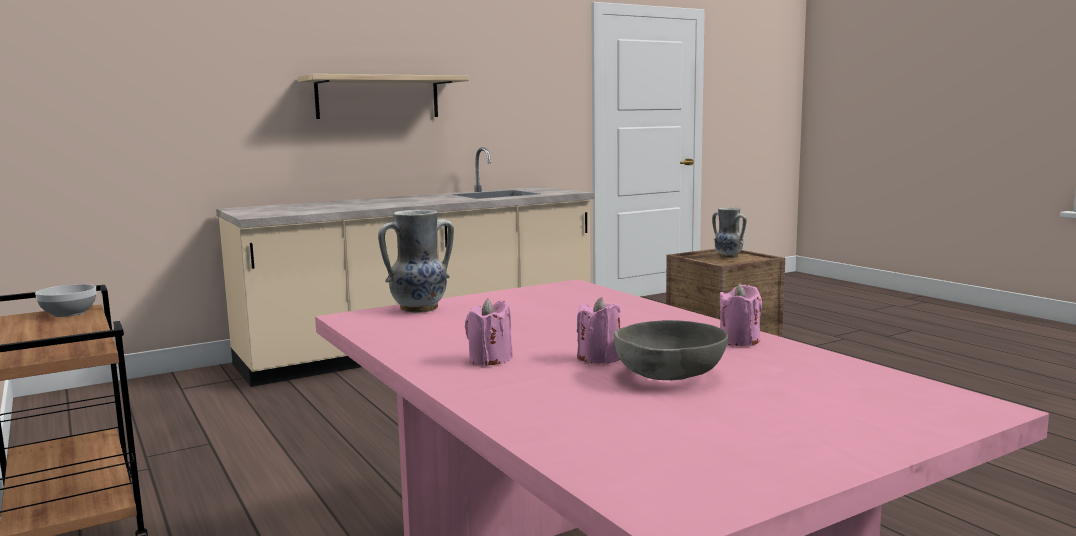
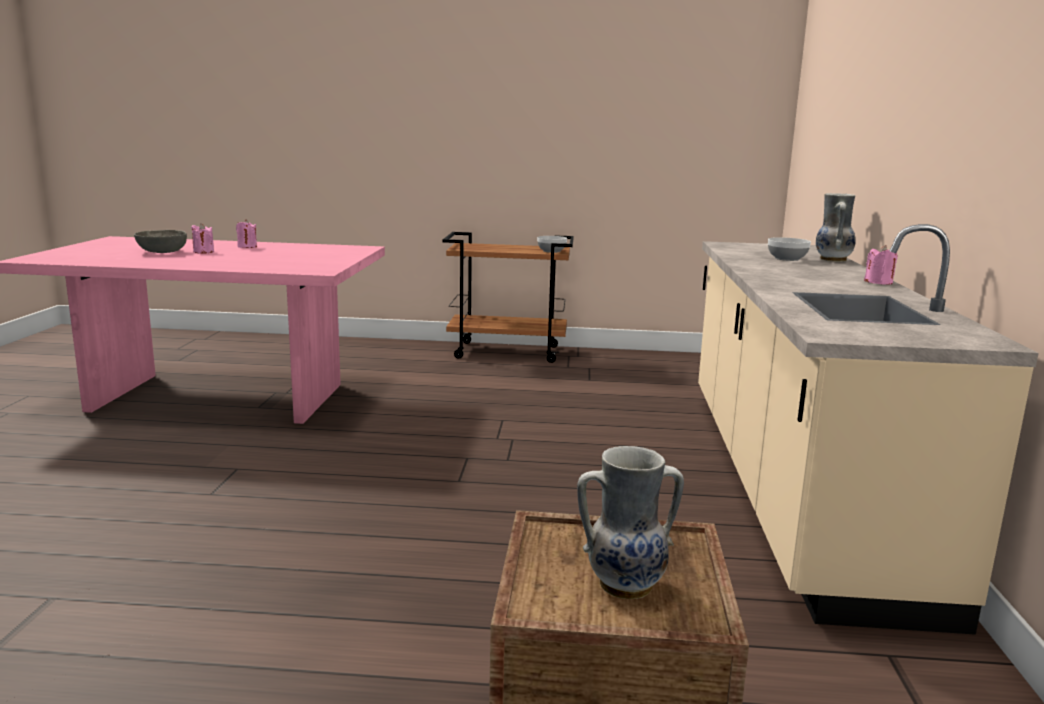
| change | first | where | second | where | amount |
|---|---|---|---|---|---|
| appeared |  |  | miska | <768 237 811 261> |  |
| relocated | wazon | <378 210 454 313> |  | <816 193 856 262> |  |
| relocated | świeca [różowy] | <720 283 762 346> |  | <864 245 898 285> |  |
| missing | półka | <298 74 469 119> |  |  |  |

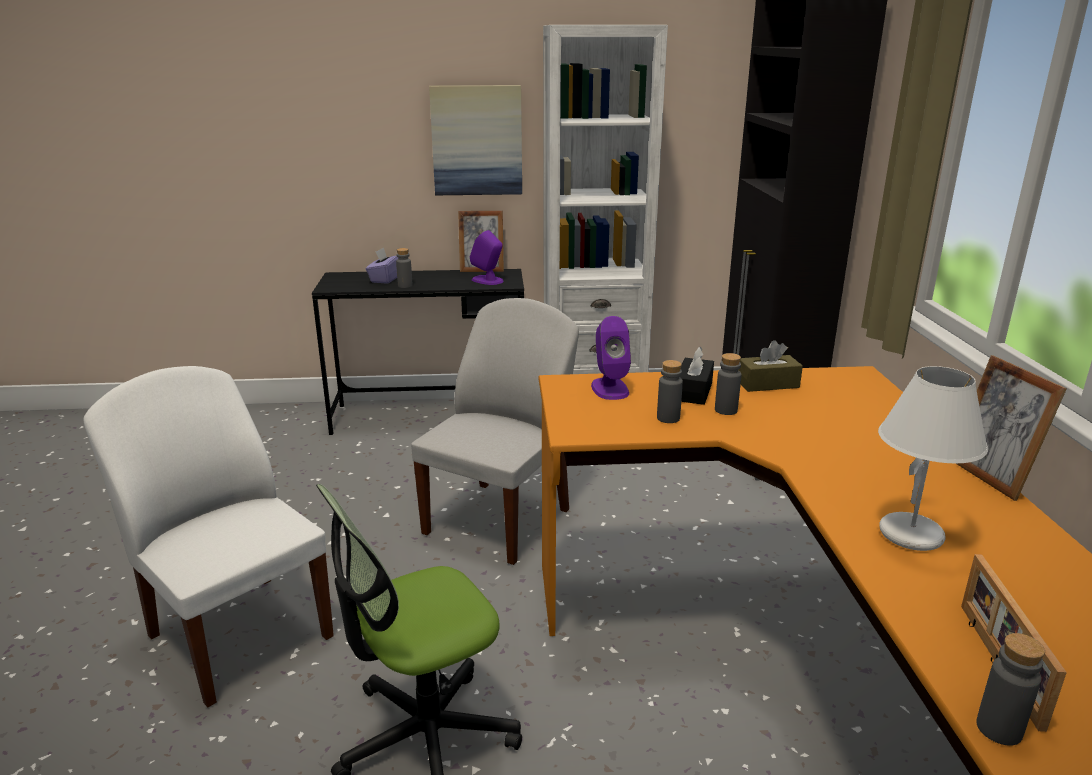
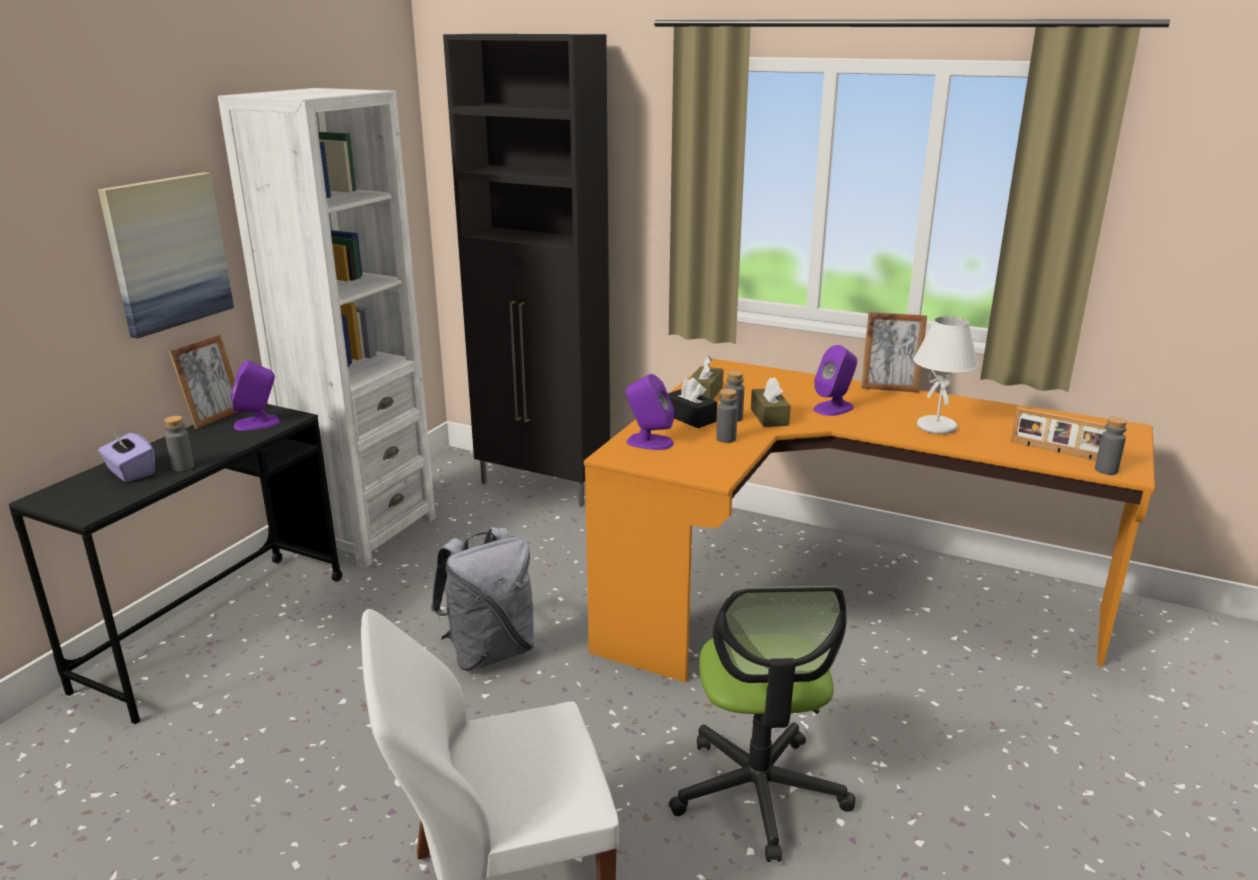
| change | first | where | second | where | amount |
|---|---|---|---|---|---|
| exchanged | krzesło [biały] | <411 298 579 565> | plecak [szary] | <431 527 534 671> |  |
| appeared |  |  | pudełko chusteczek [brązowy] | <751 377 791 427> |  |
| appeared |  |  | głośnik [fioletowy] | <813 345 857 416> |  |

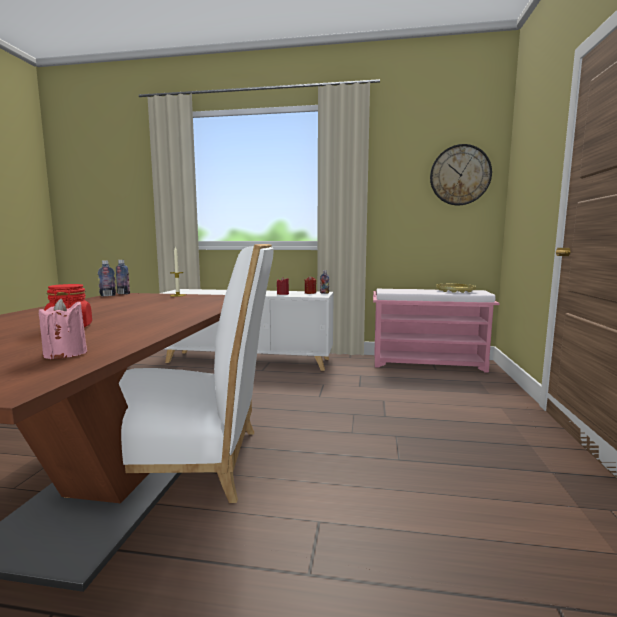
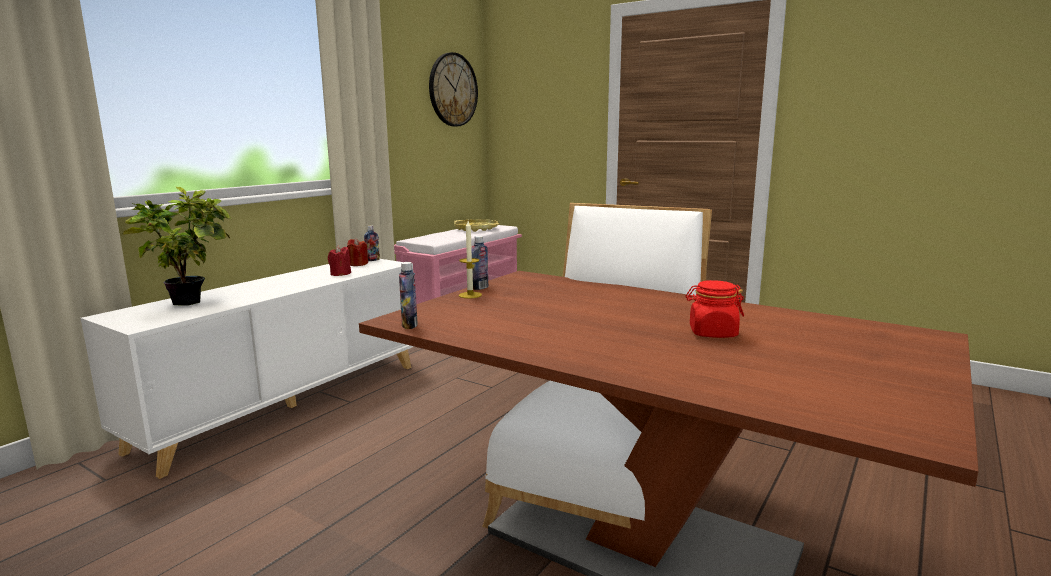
| change | first | where | second | where | amount |
|---|---|---|---|---|---|
| appeared |  |  | roślina doniczkowa | <122 187 231 306> |  |
| relocated | butelka | <116 260 130 294> |  | <471 236 488 290> |  |
| missing | świeca [różowy] | <39 299 87 359> |  |  |  |

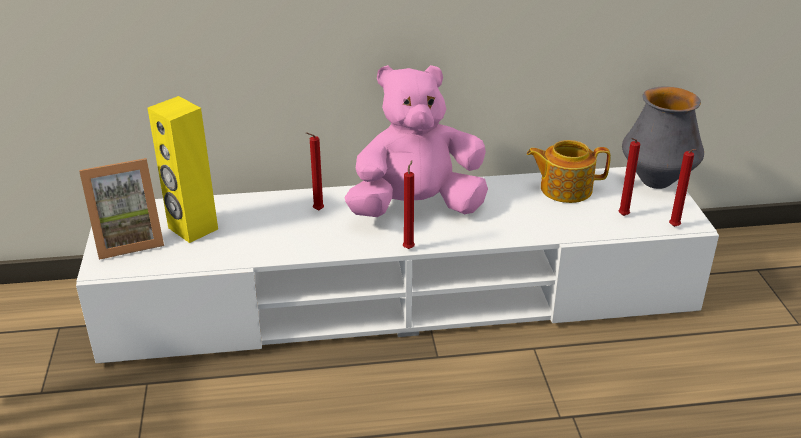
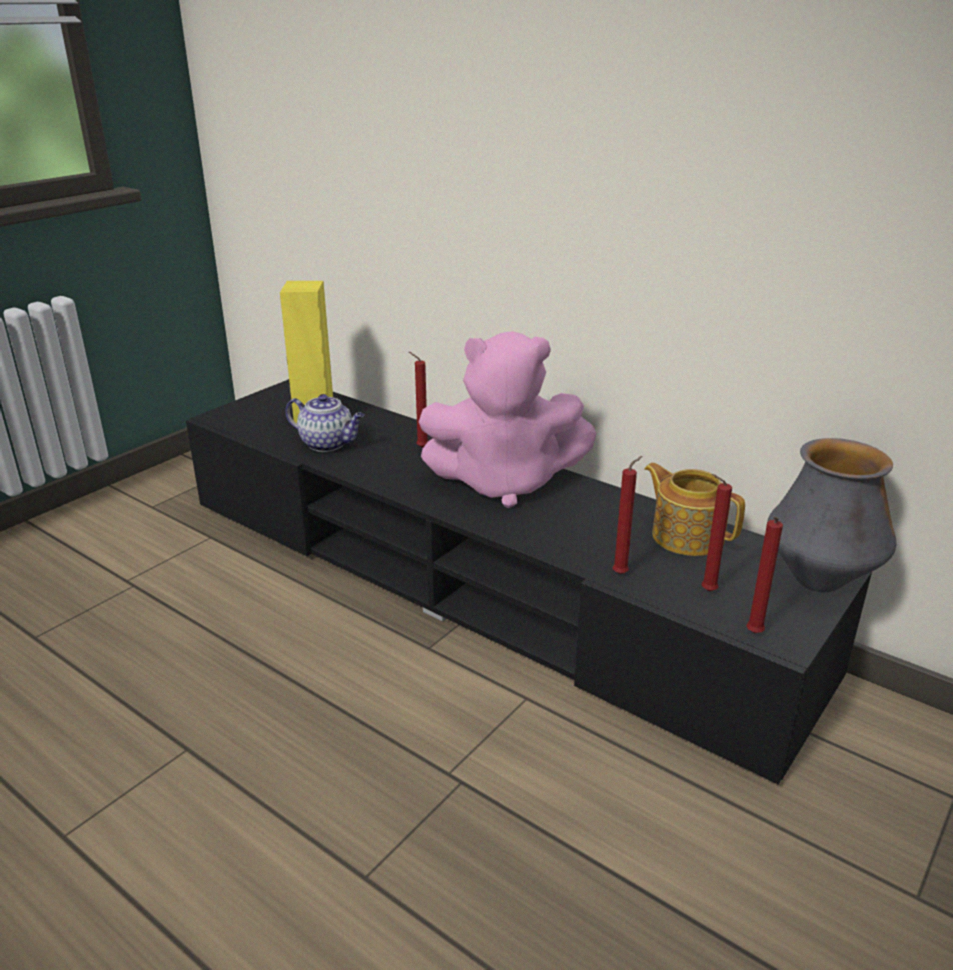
| change | first | where | second | where | amount |
|---|---|---|---|---|---|
| colour | szafka pod telewizor [biały] | <76 167 719 363> | szafka pod telewizor [czarny] | <186 379 872 784> |  |
| appeared |  |  | imbryk | <285 394 364 452> |  |
| spun | pluszak [różowy] | <345 65 488 217> |  | <419 331 597 508> | 150 degrees clockwise |
| relocated | świeca [czerwony] | <403 160 415 249> |  | <613 456 643 574> |  |
| missing | ramka na zdjęcie | <79 158 164 260> |  |  |  |

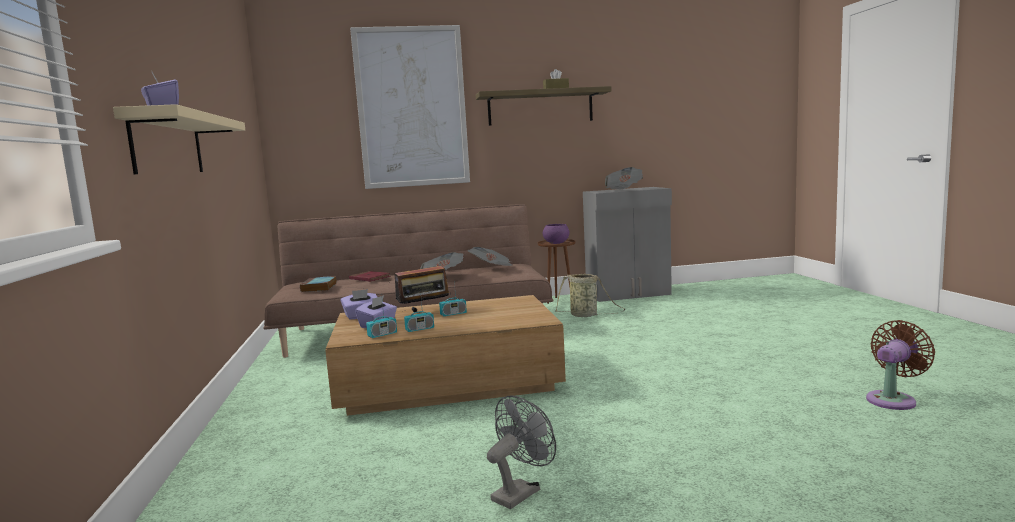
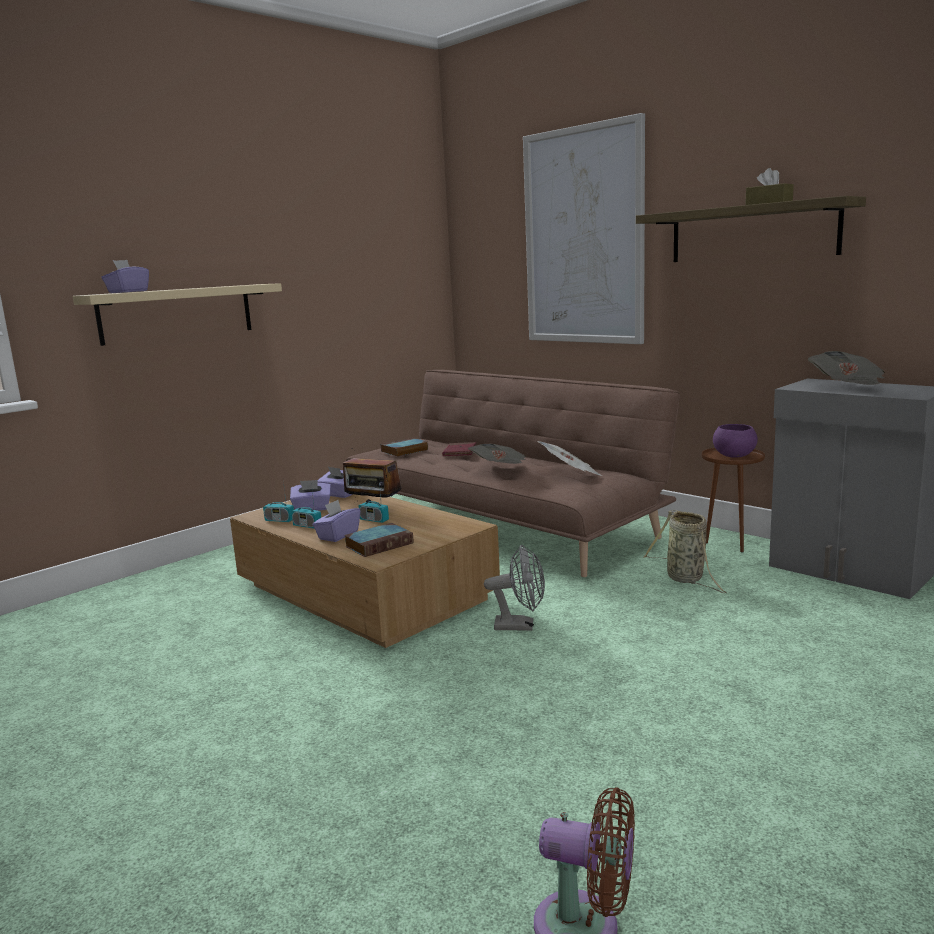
| change | first | where | second | where | amount |
|---|---|---|---|---|---|
| appeared |  |  | pudełko chusteczek [fioletowy] | <312 500 360 542> |  |
| appeared |  |  | książka | <344 523 413 557> |  |
| relocated | wentylator [szary] | <487 395 556 509> |  | <484 545 545 631> |  |

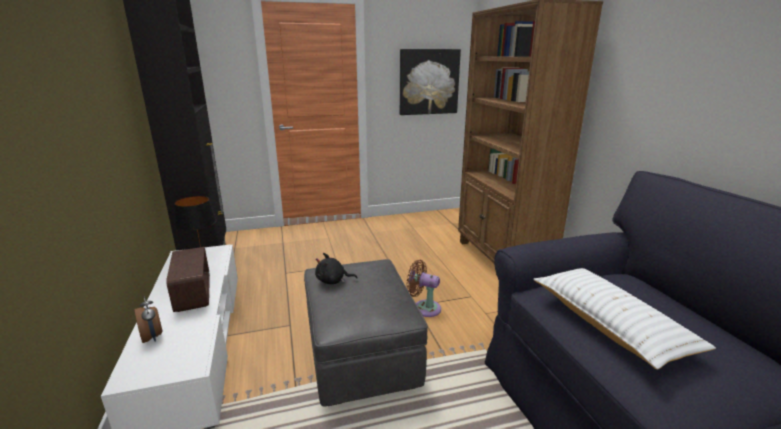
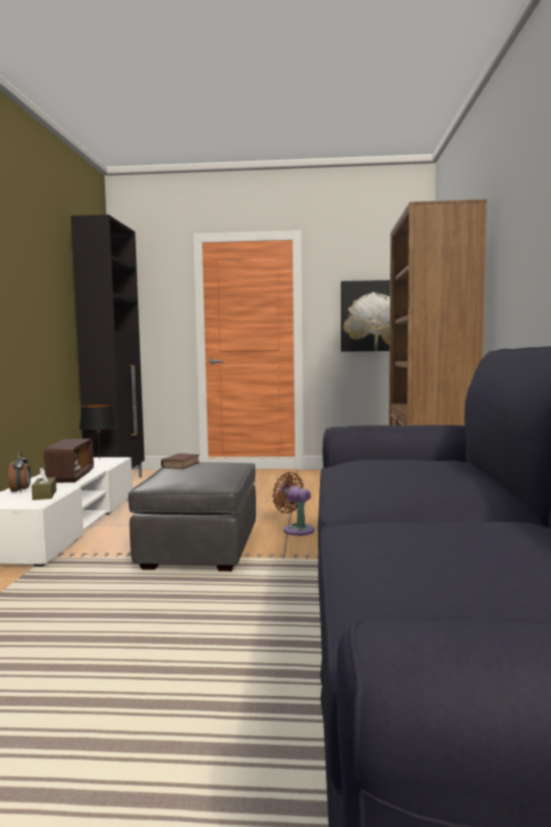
| change | first | where | second | where | amount |
|---|---|---|---|---|---|
| appeared |  |  | pudełko chusteczek [brązowy] | <32 468 57 500> |  |
| exchanged | pluszak [czarny] | <315 253 357 284> | książka | <161 453 200 469> |  |
| missing | poduszka [biały] | <533 268 716 370> |  |  |  |

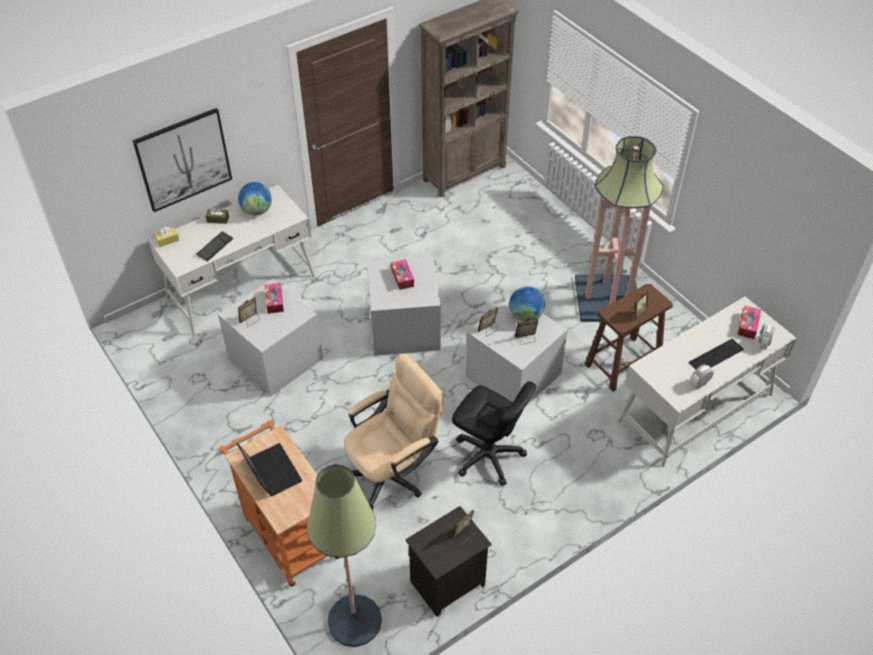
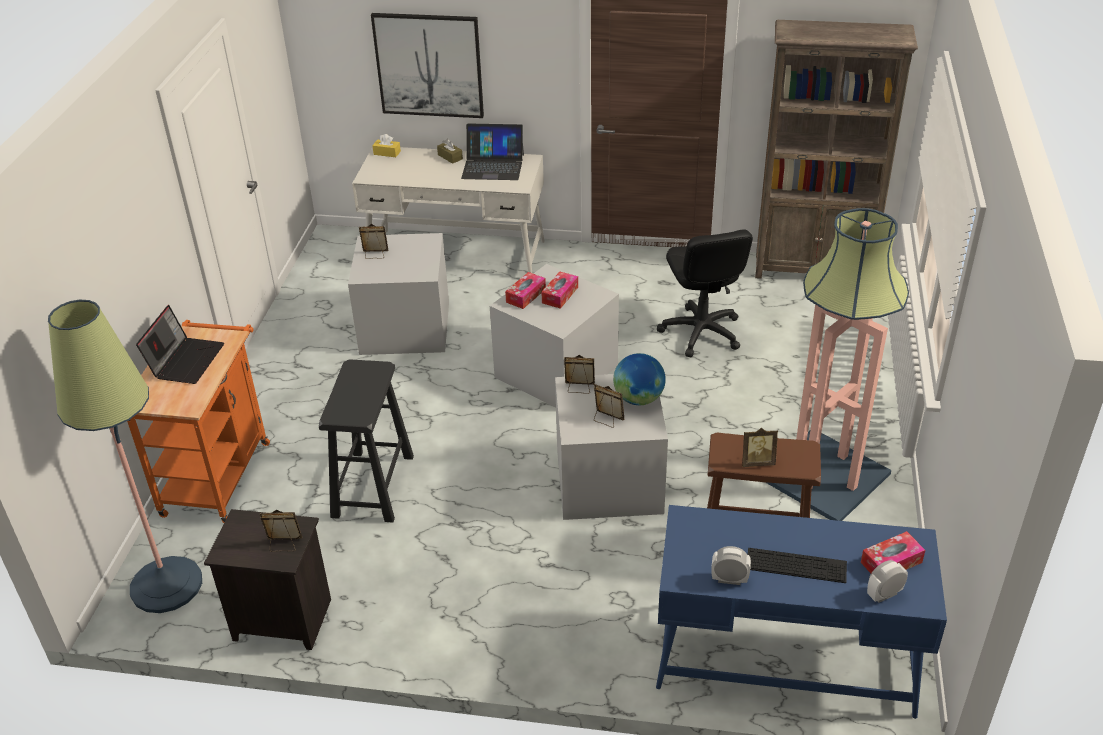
| change | first | where | second | where | amount |
|---|---|---|---|---|---|
| exchanged | krzesło biurowe [beżowy] | <344 354 443 511> | stołek [czarny] | <319 359 414 522> |  |
| exchanged | globus | <238 182 272 215> | laptop | <461 124 524 180> |  |
| relocated | pudełko chusteczek | <265 283 284 314> |  | <505 272 546 309> |  |
| colour | biurko [biały] | <617 297 797 467> | biurko [niebieski] | <656 505 947 719> |  |
| relocated | krzesło biurowe [czarny] | <452 381 536 486> |  | <657 229 753 357> |  |
| missing | klawiatura | <196 231 233 262> |  |  |  |

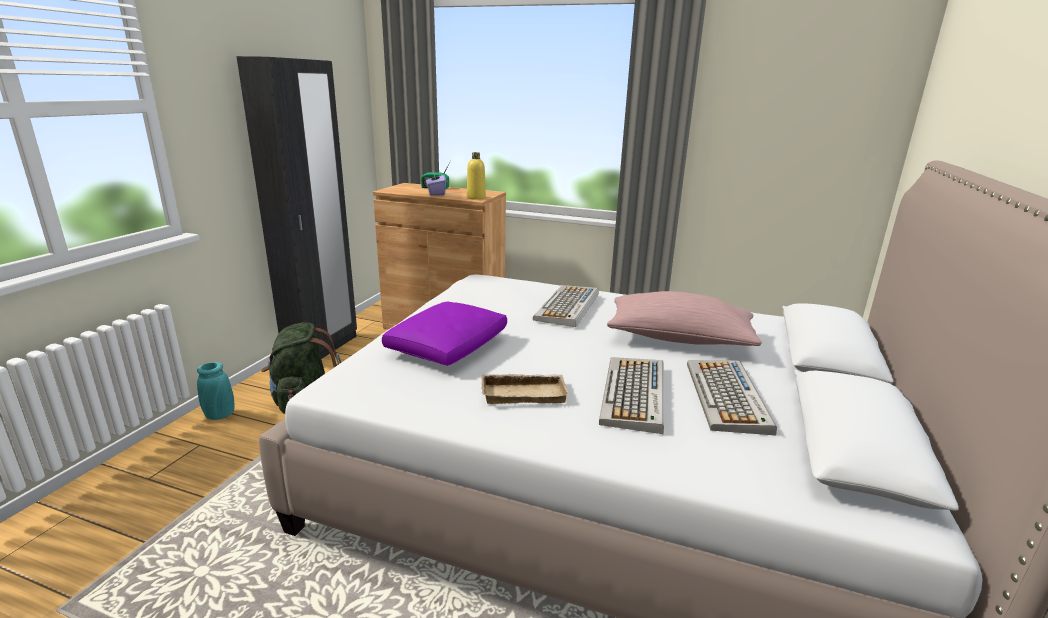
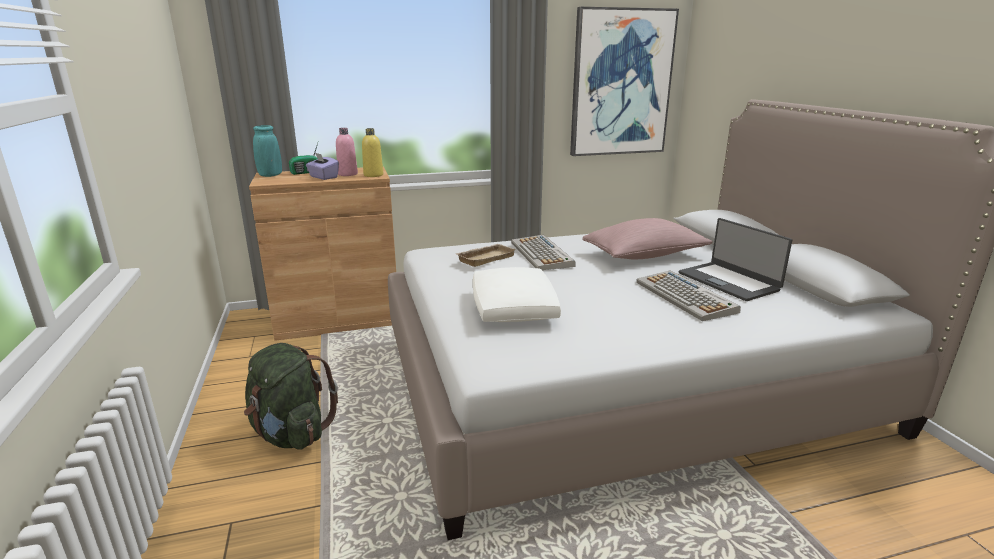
| change | first | where | second | where | amount |
|---|---|---|---|---|---|
| relocated | wazon [turkusowy] | <197 362 235 420> |  | <253 125 282 177> |  |
| appeared |  |  | butelka [różowy] | <336 128 358 176> |  |
| relocated | taca [beżowy] | <481 374 569 404> |  | <457 244 516 267> |  |
| colour | poduszka [fioletowy] | <382 301 507 366> | poduszka [biały] | <473 267 561 322> |  |
| appeared |  |  | obraz | <570 7 679 156> |  |
| exchanged | klawiatura | <687 360 777 436> | laptop | <679 218 792 301> |  |
| missing | szafa [czarny] | <236 56 357 359> |  |  |  |

